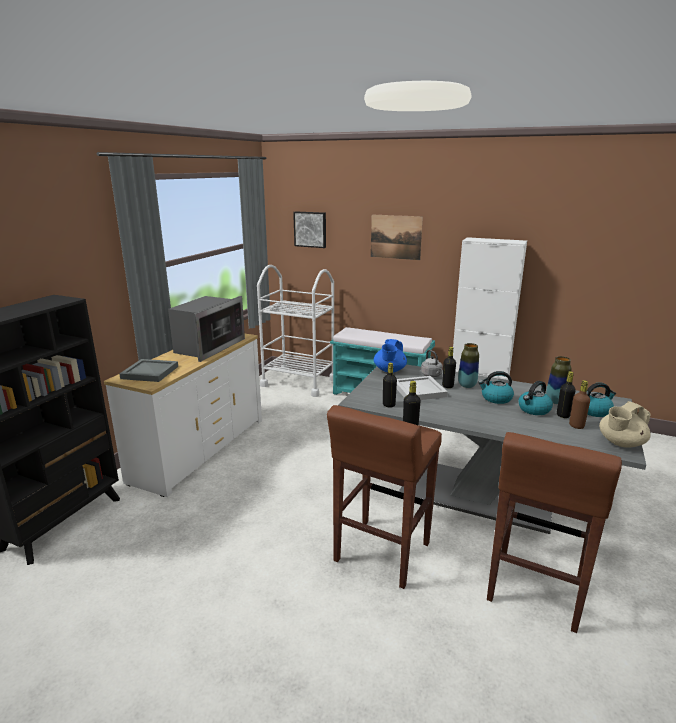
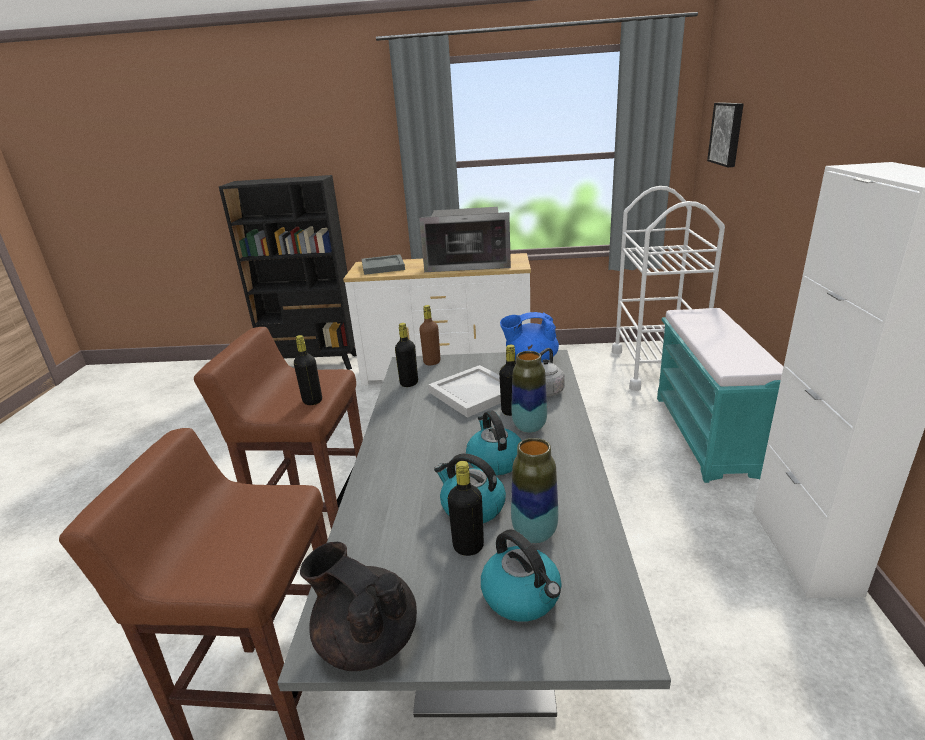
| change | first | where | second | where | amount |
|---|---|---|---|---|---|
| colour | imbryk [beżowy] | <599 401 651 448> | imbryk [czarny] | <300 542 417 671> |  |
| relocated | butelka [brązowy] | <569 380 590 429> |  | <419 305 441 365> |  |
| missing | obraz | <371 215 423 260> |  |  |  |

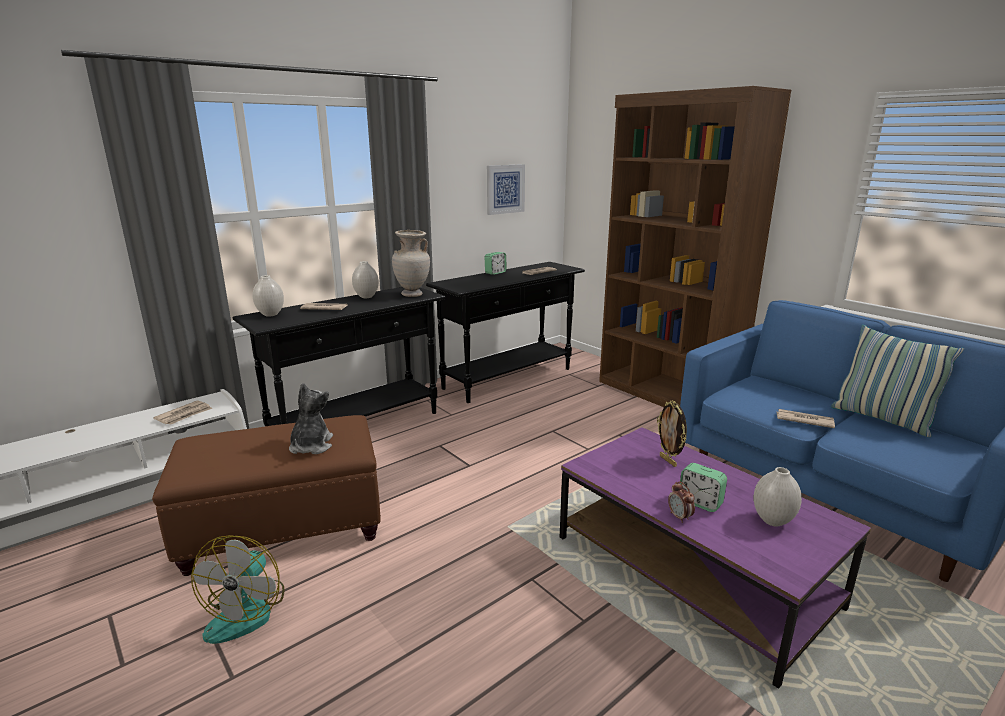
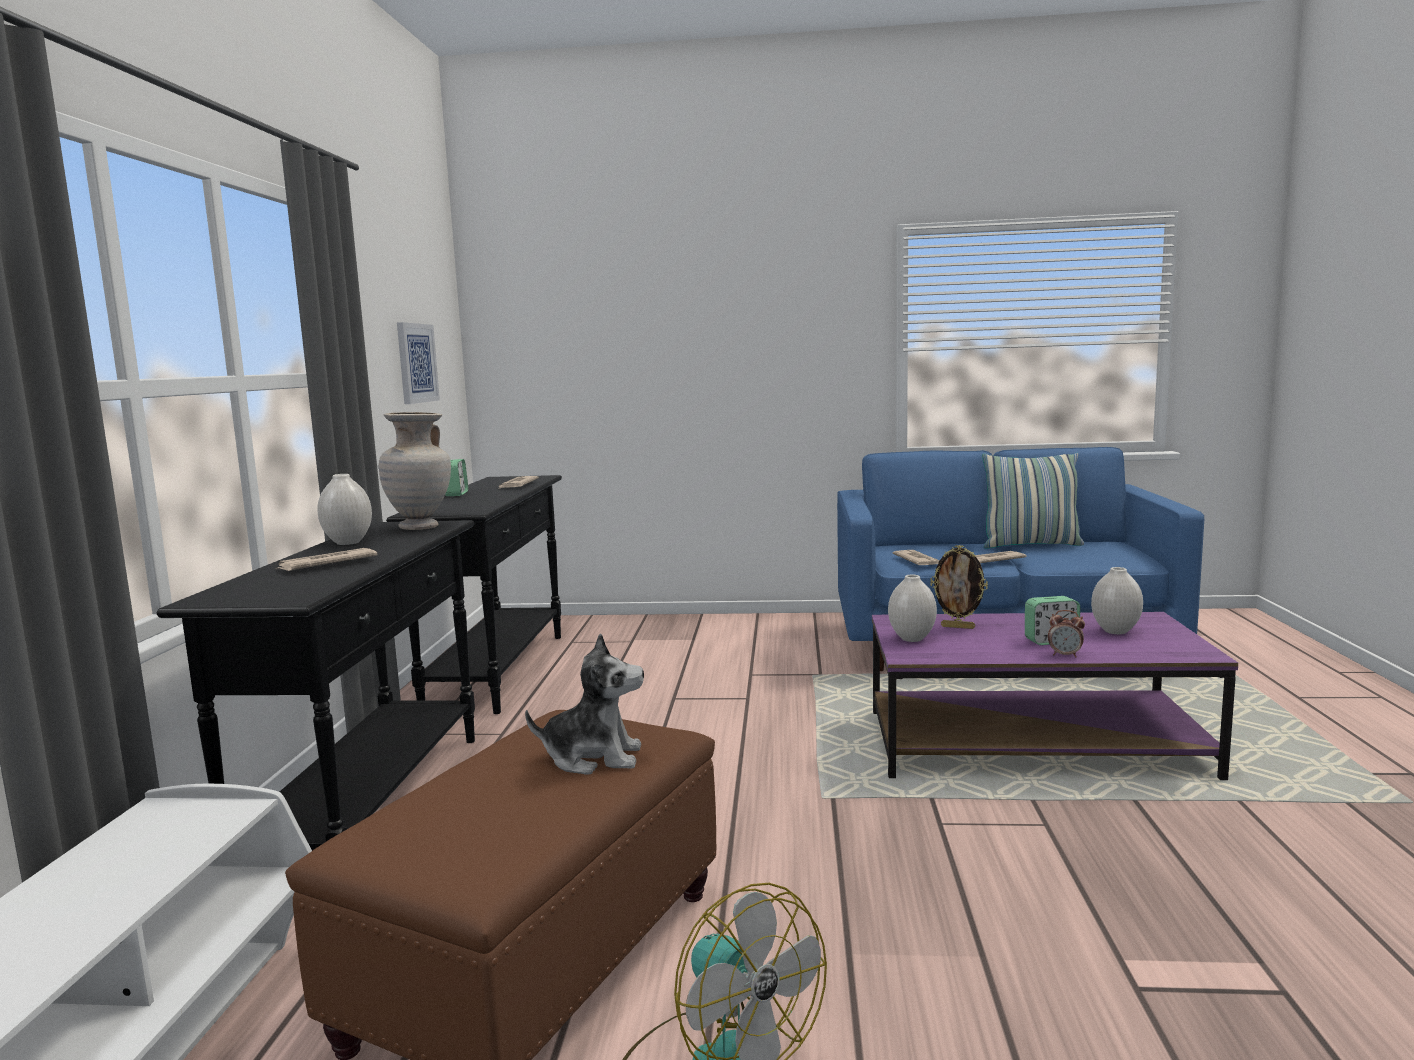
| change | first | where | second | where | amount |
|---|---|---|---|---|---|
| spun | pluszak | <289 383 333 454> |  | <525 633 644 775> | 135 degrees clockwise |
| relocated | wazon [biały] | <253 275 284 316> |  | <888 574 937 642> |  |
| relocated | gazeta | <153 400 213 425> |  | <893 550 940 565> |  |
| missing | regał [brązowy] | <599 86 791 407> |  |  |  |

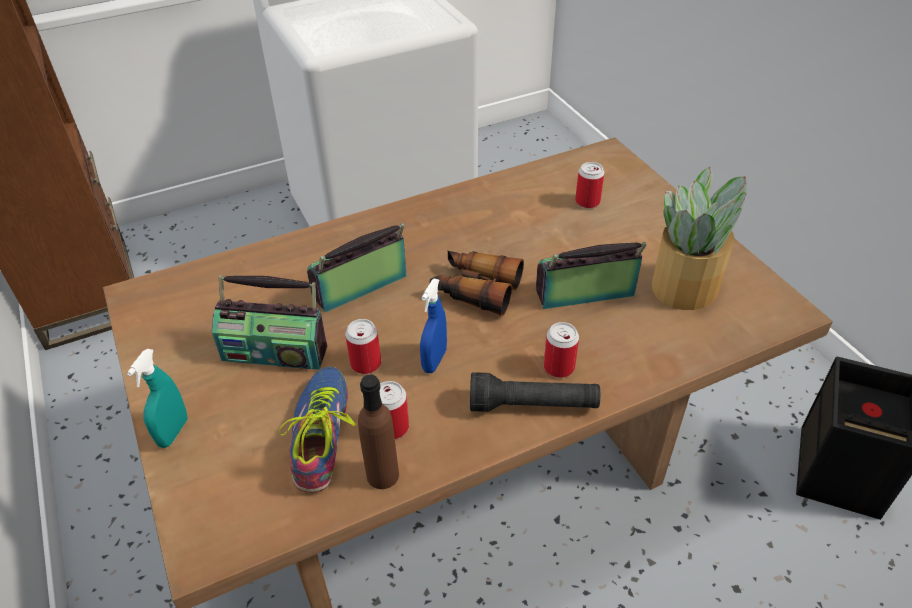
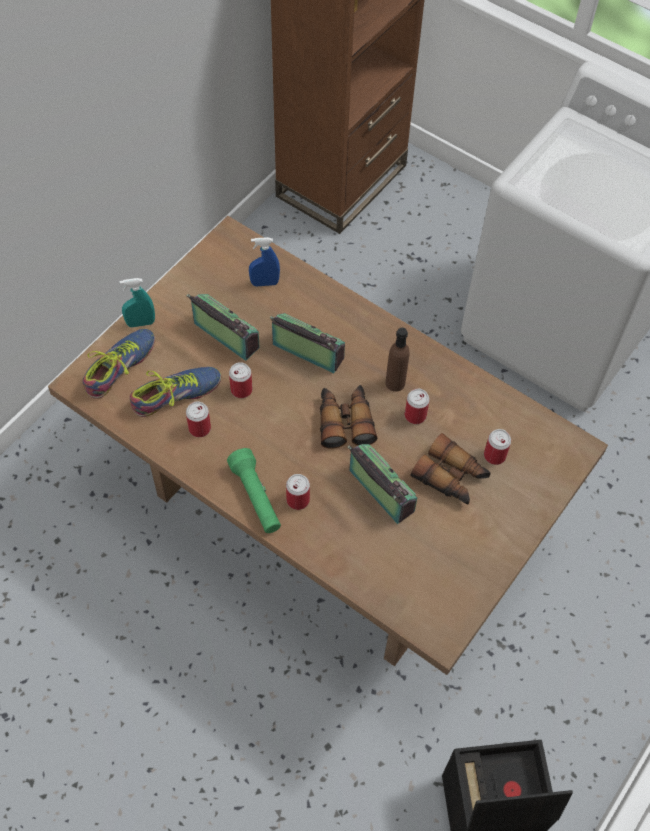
| change | first | where | second | where | amount |
|---|---|---|---|---|---|
| appeared |  |  | but | <83 329 155 399> |  |
| spun | radio | <212 275 327 370> |  | <186 294 260 361> | 150 degrees clockwise |
| colour | latarka [czarny] | <470 372 600 412> | latarka [zielony] | <227 448 281 533> |  |
| relocated | spryskiwacz [niebieski] | <420 278 447 373> |  | <249 237 280 286> |  |
| relocated | butelka [brązowy] | <358 375 399 489> |  | <385 328 410 392> |  |
| appeared |  |  | puszka | <405 389 430 424> |  |
| appeared |  |  | lornetka | <411 433 491 504> |  |
| missing | roślina doniczkowa | <652 167 747 310> |  |  |  |

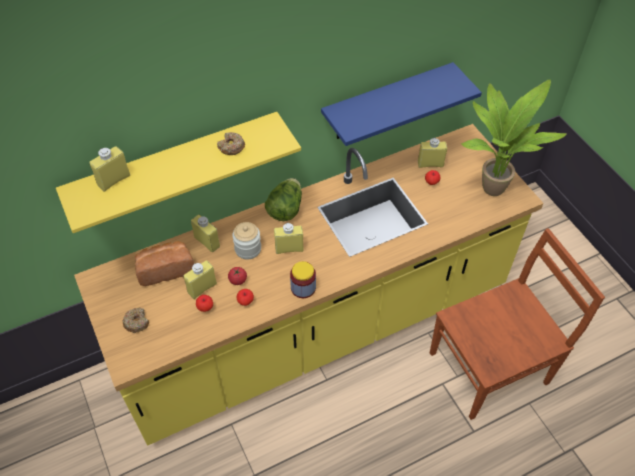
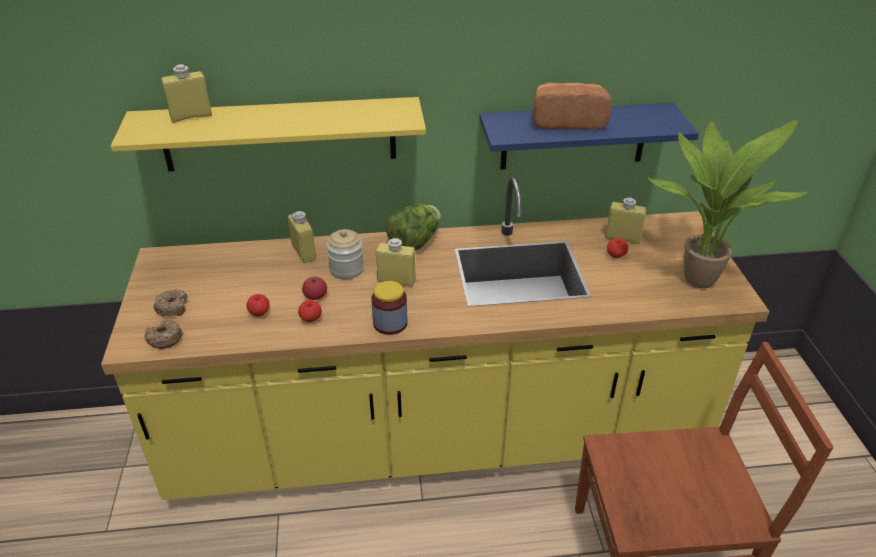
| change | first | where | second | where | amount |
|---|---|---|---|---|---|
| relocated | donut | <217 132 245 155> |  | <144 319 183 349> |  |
| relocated | chleb | <135 241 194 286> |  | <533 82 612 130> |  |
| missing | butelka [żółty] | <184 261 217 299> |  |  |  |

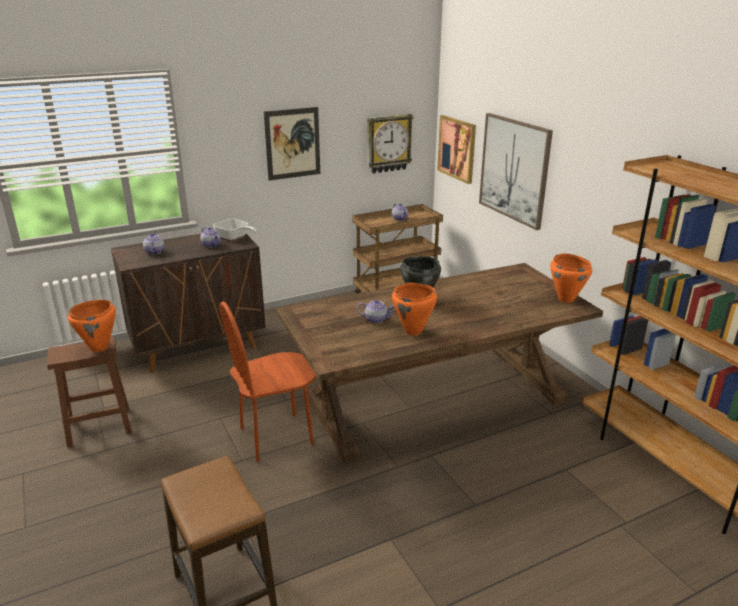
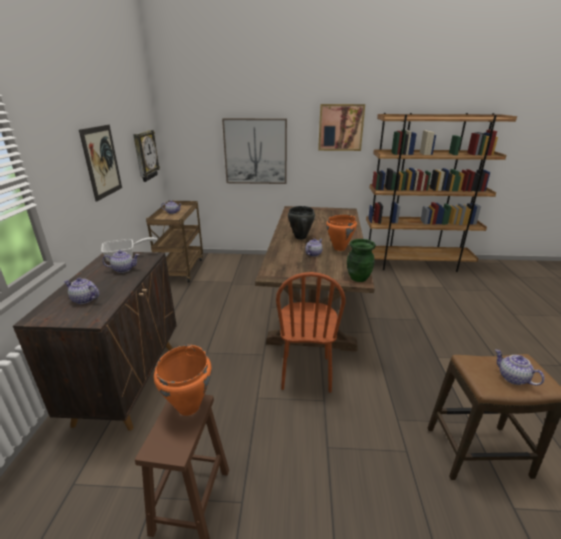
| change | first | where | second | where | amount |
|---|---|---|---|---|---|
| relocated | obraz | <437 115 476 184> |  | <318 104 365 151> |  |
| appeared |  |  | wazon [zielony] | <347 239 376 282> |  |
| appeared |  |  | imbryk | <495 349 544 386> |  |
| missing | garnek [pomarańczowy] | <550 253 592 303> |  |  |  |

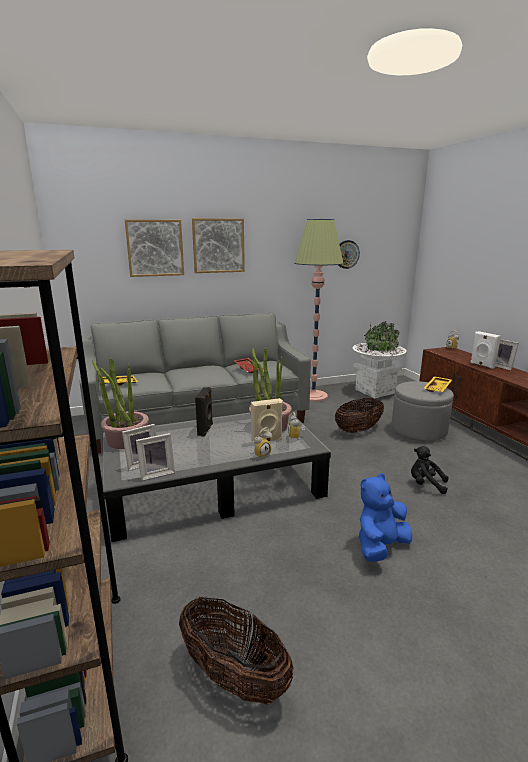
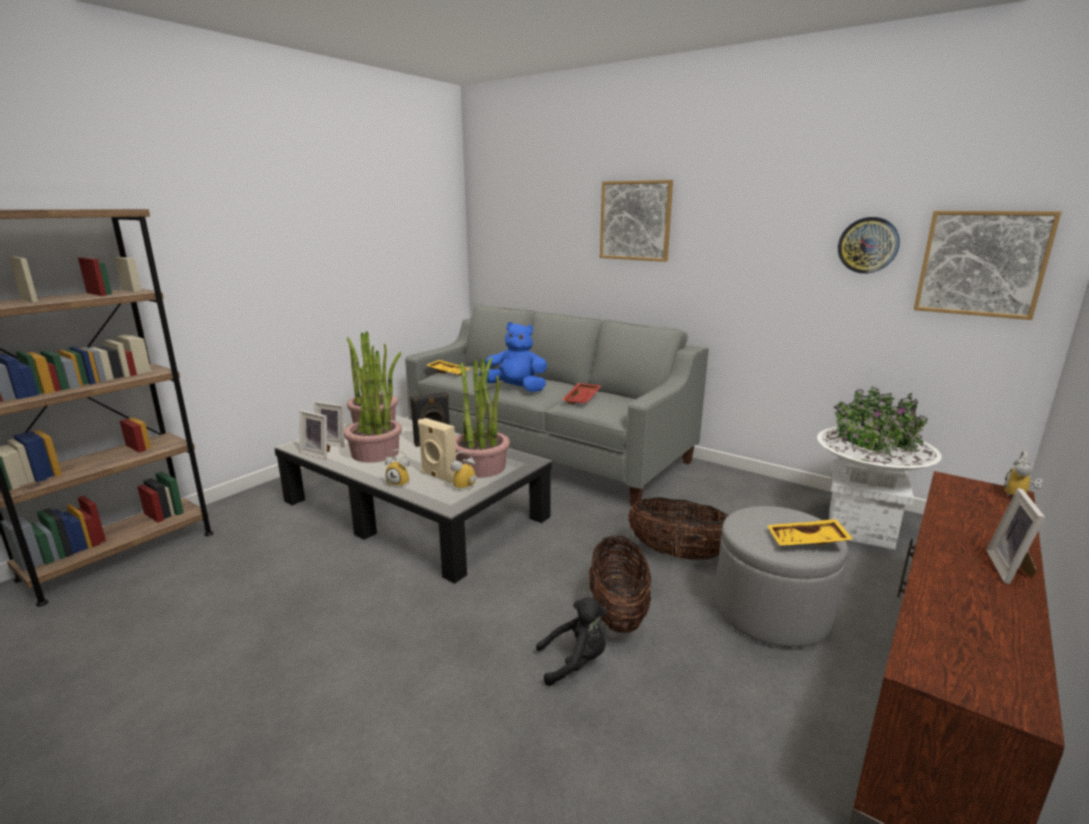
| change | first | where | second | where | amount |
|---|---|---|---|---|---|
| appeared |  |  | roślina doniczkowa | <344 350 402 463> |  |
| relocated | pluszak [niebieski] | <359 473 412 562> |  | <479 322 547 392> |  |
| spun | pluszak [czarny] | <411 446 448 494> |  | <536 598 607 686> | 90 degrees clockwise |
| relocated | koszyk | <179 597 294 705> |  | <589 535 651 633> |  |
| relocated | obraz | <125 220 184 277> |  | <914 211 1061 320> |  |
| missing | lampa stojąca | <294 219 344 401> |  |  |  |
| missing | głośnik [biały] | <470 331 501 369> |  |  |  |

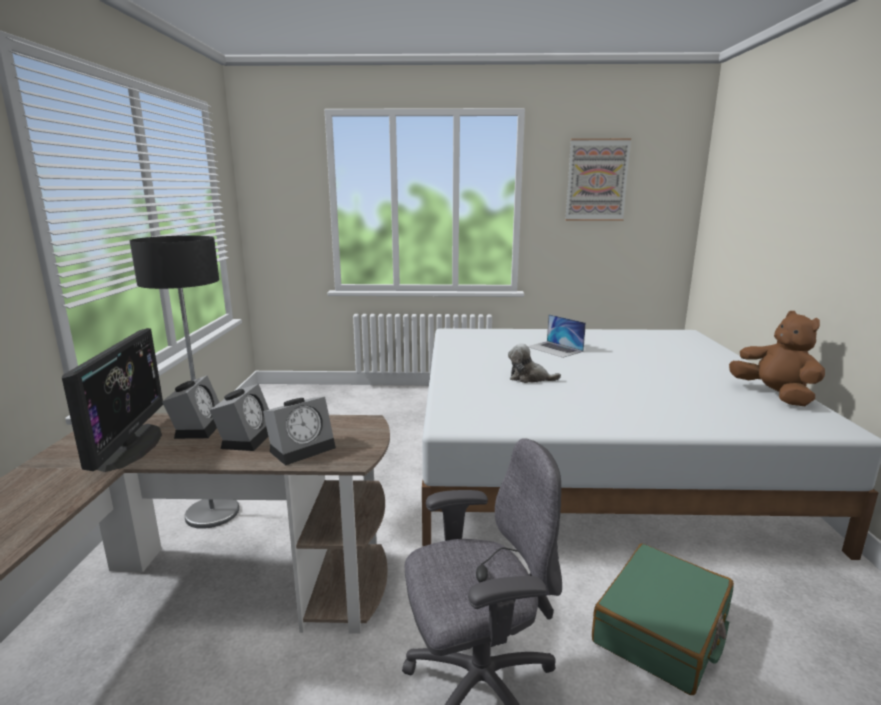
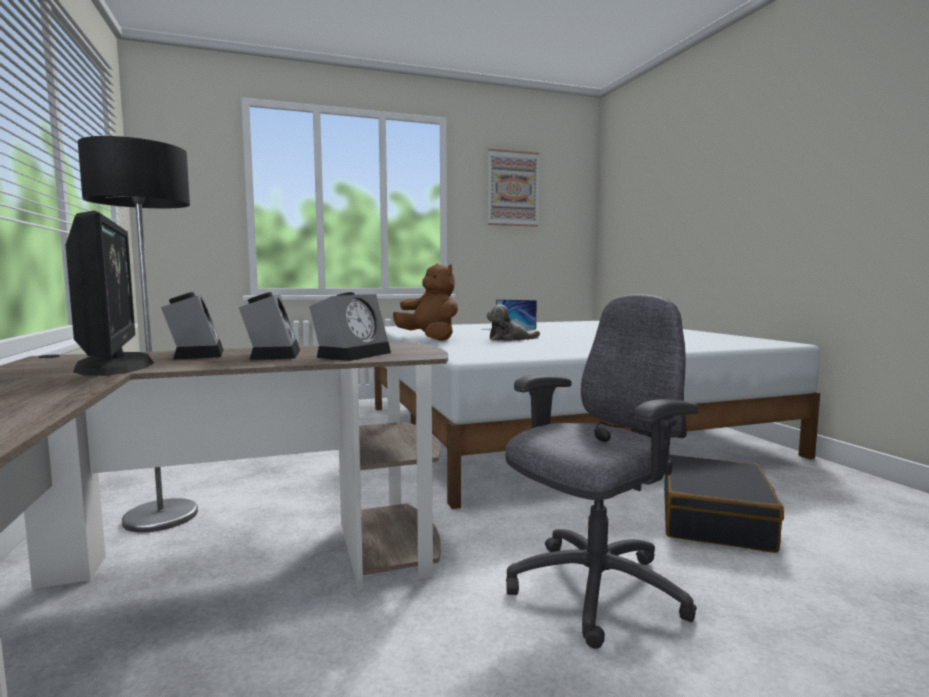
| change | first | where | second | where | amount |
|---|---|---|---|---|---|
| relocated | pluszak [brązowy] | <729 311 825 406> |  | <393 263 458 341> |  |
| colour | walizka [zielony] | <592 544 734 695> | walizka [czarny] | <664 455 784 553> |  |

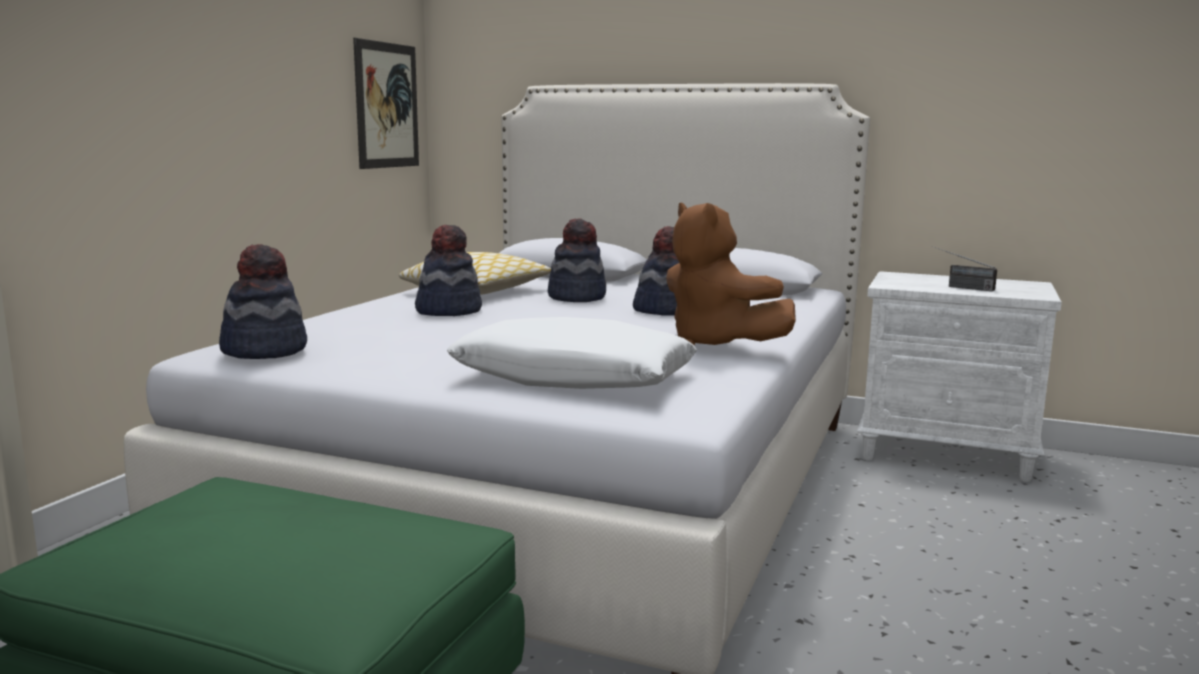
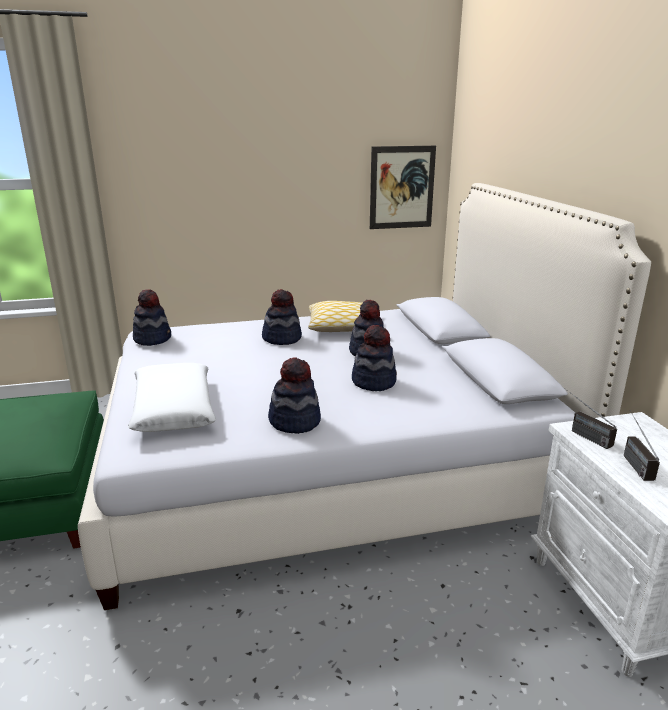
| change | first | where | second | where | amount |
|---|---|---|---|---|---|
| exchanged | pluszak [brązowy] | <666 202 796 346> | kapelusz | <268 357 321 434> |  |
| appeared |  |  | radio | <564 388 617 449> |  |

